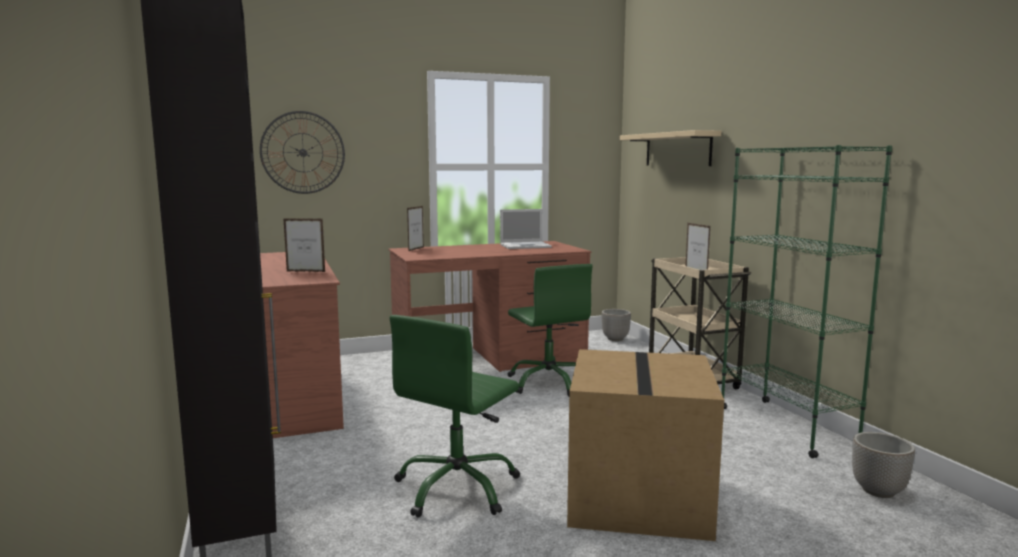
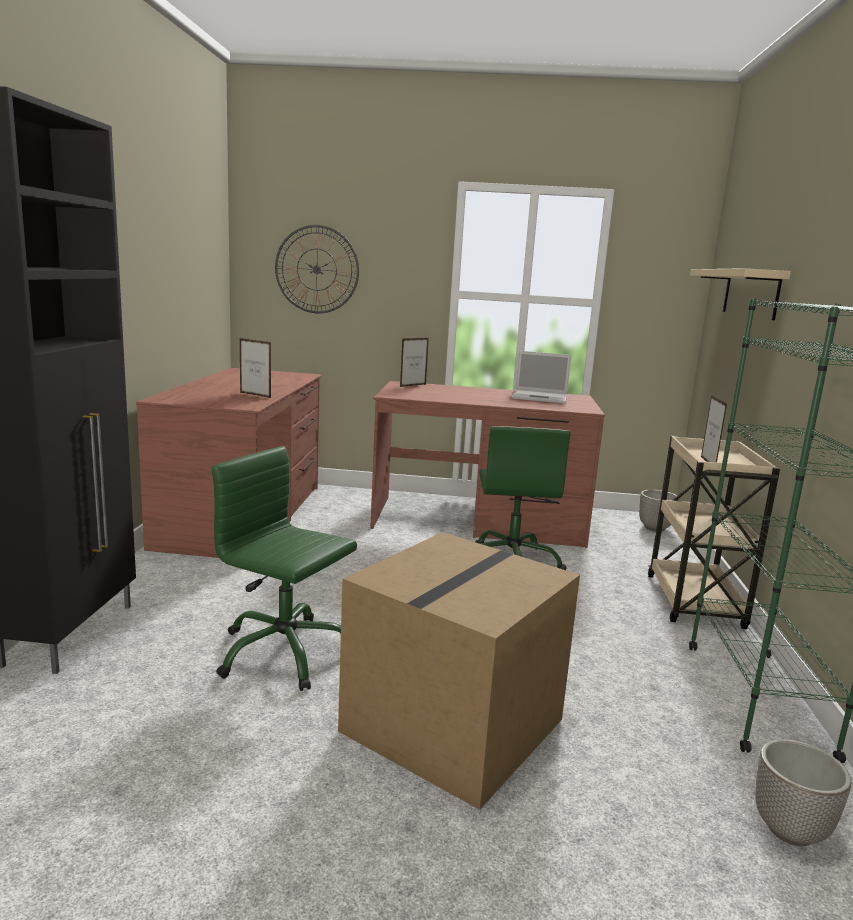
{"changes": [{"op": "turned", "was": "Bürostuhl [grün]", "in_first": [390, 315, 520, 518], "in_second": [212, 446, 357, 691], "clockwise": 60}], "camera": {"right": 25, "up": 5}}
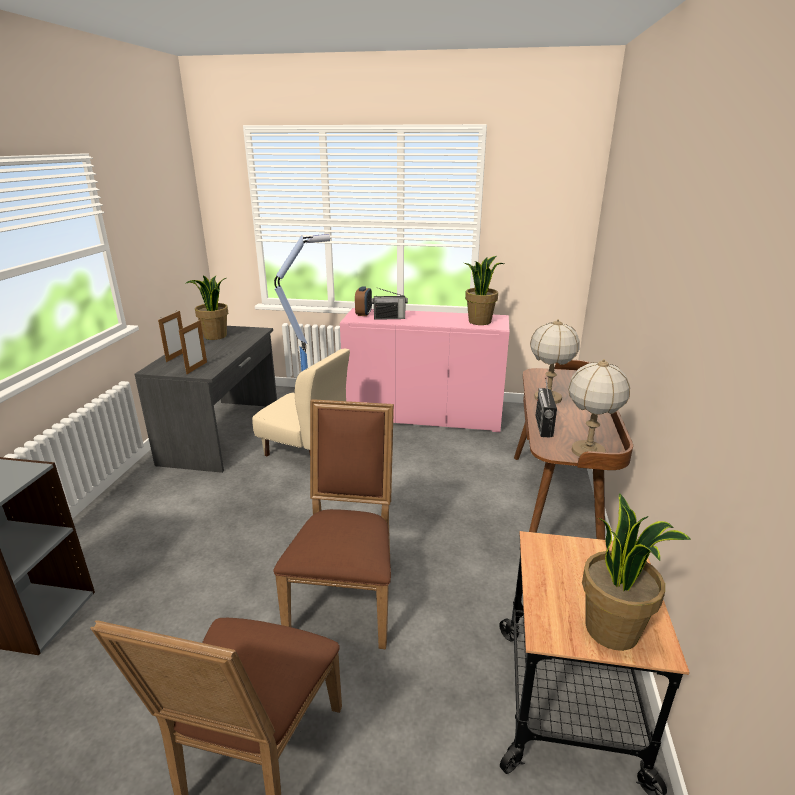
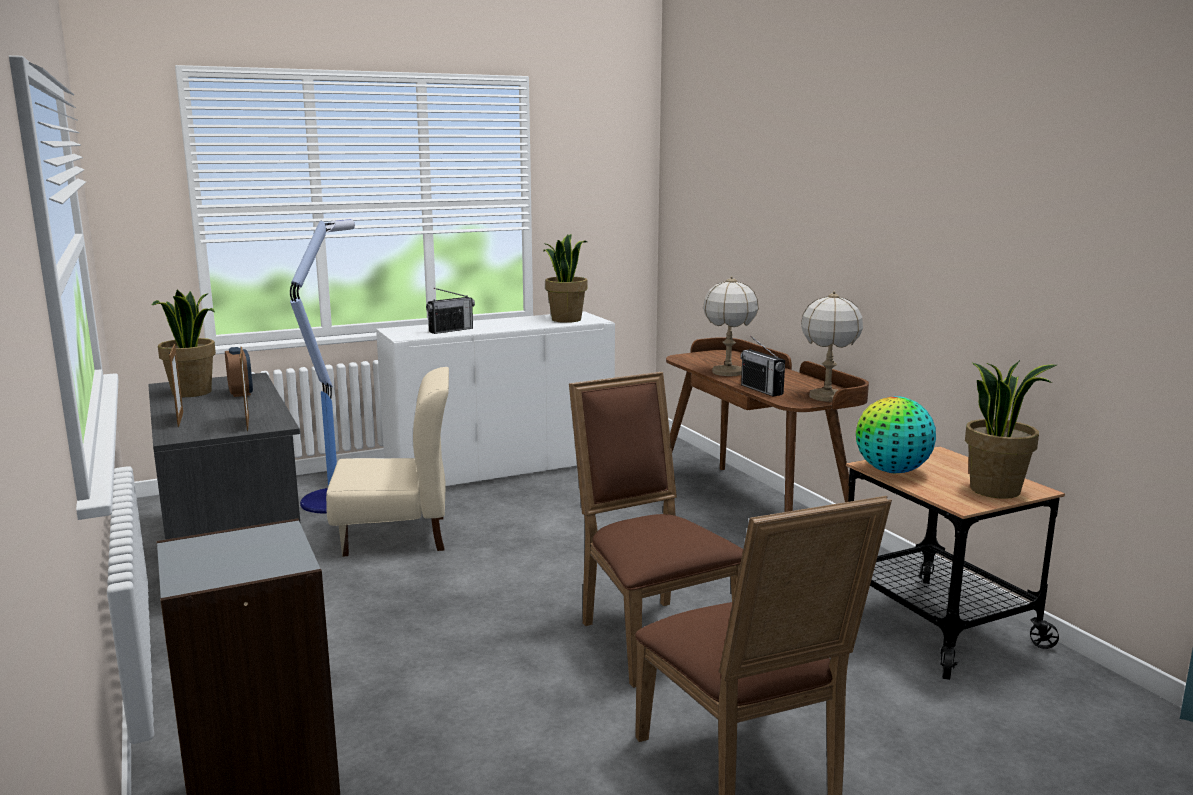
{"changes": [{"op": "moved", "was": "Wecker", "in_first": [355, 286, 372, 316], "in_second": [225, 347, 253, 397]}, {"op": "recoloured", "was": "Schrank [rosa]", "now": "Schrank [weiß]", "in_first": [340, 308, 510, 432], "in_second": [376, 311, 615, 486]}, {"op": "added", "now": "Globus", "in_second": [856, 396, 936, 473]}], "camera": {"right": -35, "up": -10}}
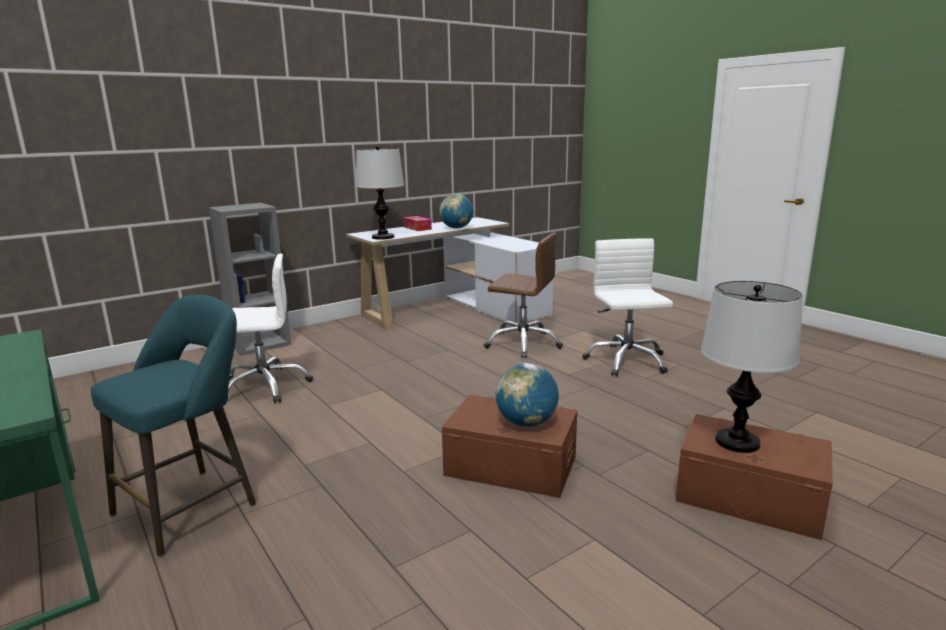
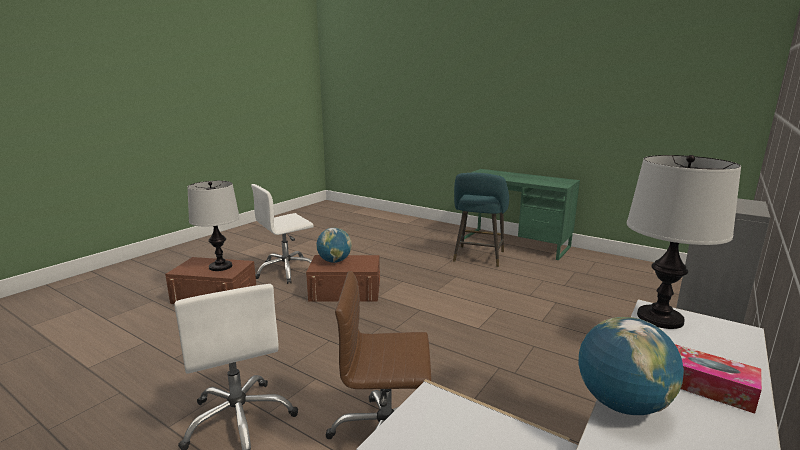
{"changes": [{"op": "moved", "was": "Bürostuhl [weiß]", "in_first": [228, 253, 313, 403], "in_second": [251, 184, 314, 284]}], "camera": {"right": 160, "up": 0}}
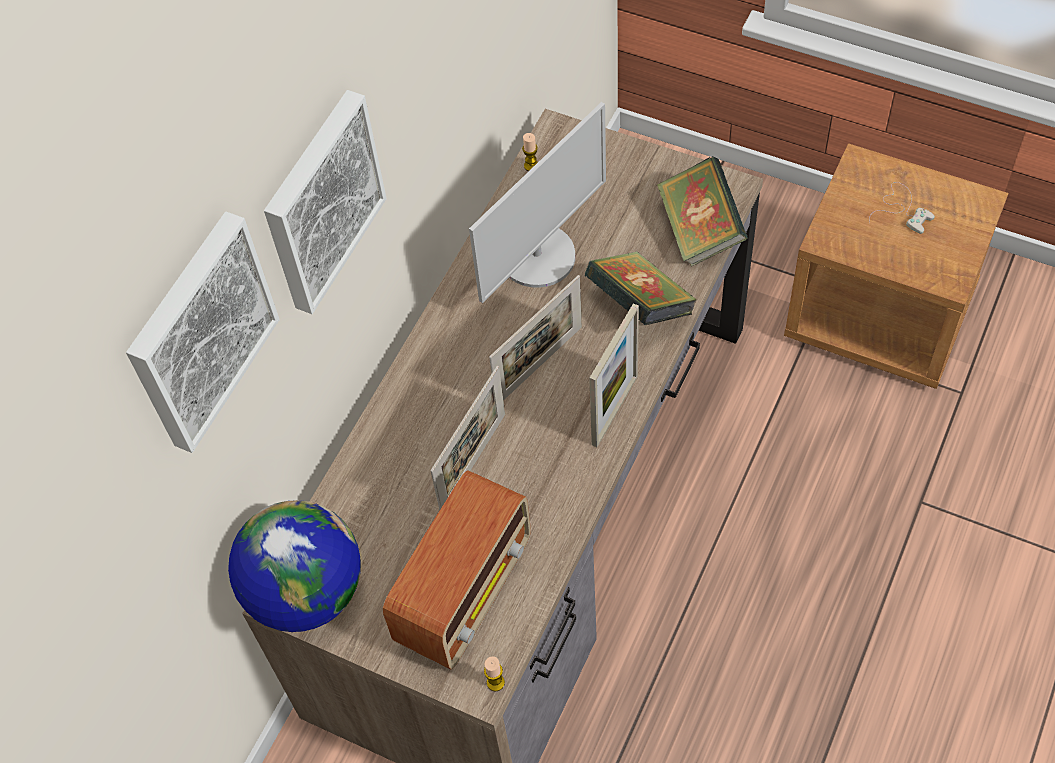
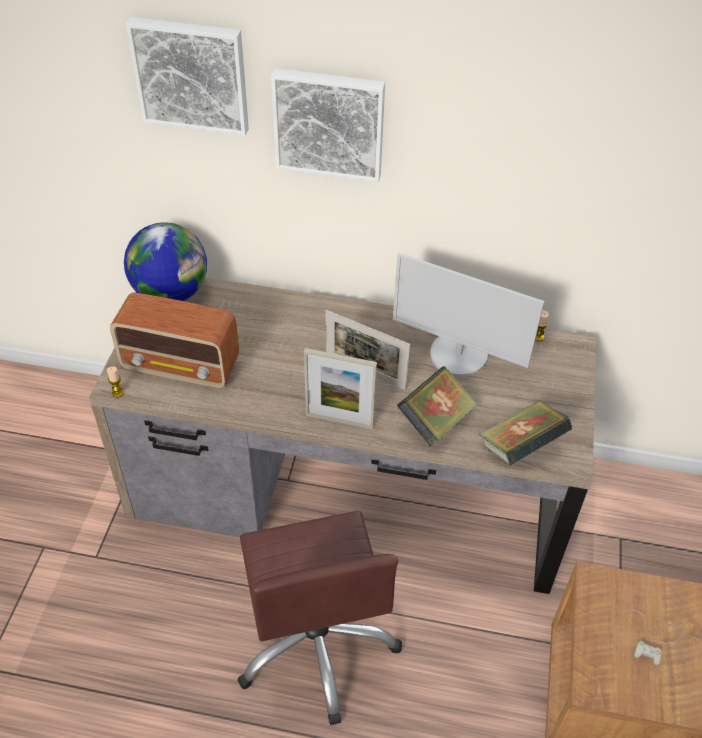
{"changes": [{"op": "removed", "was": "Bilderrahmen", "in_first": [430, 365, 505, 510]}, {"op": "added", "now": "Bürostuhl [braun]", "in_second": [237, 511, 402, 725]}], "camera": {"right": 70, "up": -10}}
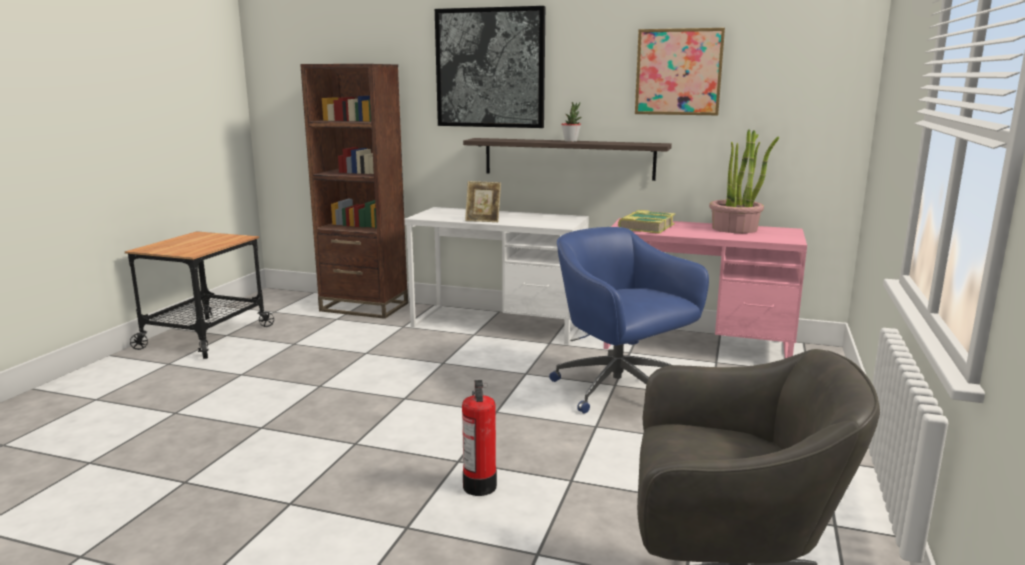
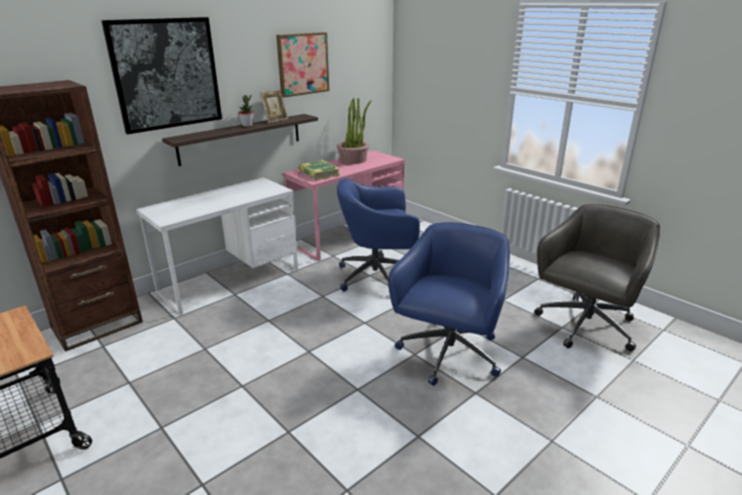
{"changes": [{"op": "moved", "was": "Bilderrahmen", "in_first": [465, 181, 501, 222], "in_second": [260, 90, 288, 123]}, {"op": "replaced", "was": "Feuerlöscher", "now": "Bürostuhl [blau]", "in_first": [462, 380, 497, 496], "in_second": [388, 222, 510, 386]}], "camera": {"right": -60, "up": 10}}
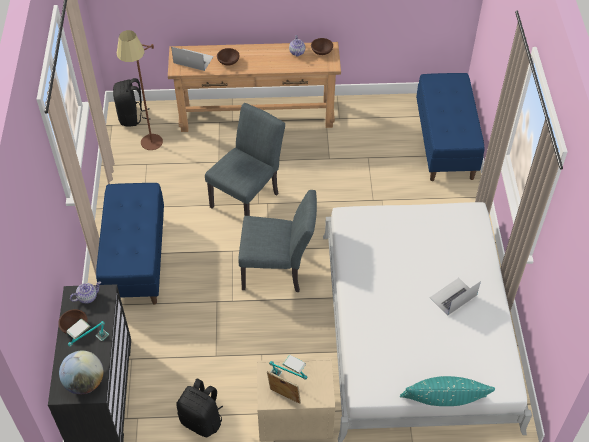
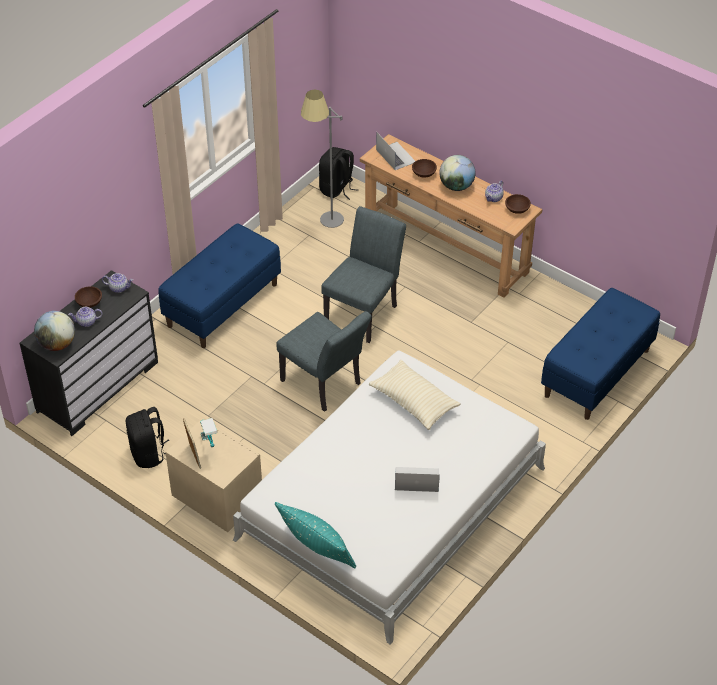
{"changes": [{"op": "recoloured", "was": "Stehlampe [braun]", "now": "Stehlampe [grau]", "in_first": [117, 30, 163, 150], "in_second": [301, 90, 344, 228]}, {"op": "turned", "was": "Stuhl [grau]", "in_first": [205, 103, 285, 216], "in_second": [321, 206, 406, 343], "clockwise": -45}, {"op": "replaced", "was": "Tischlampe", "now": "Teekanne", "in_first": [67, 319, 109, 347], "in_second": [68, 307, 102, 327]}, {"op": "added", "now": "Globus", "in_second": [439, 155, 476, 191]}, {"op": "added", "now": "Kissen [beige]", "in_second": [369, 360, 461, 430]}], "camera": {"right": 40, "up": -5}}
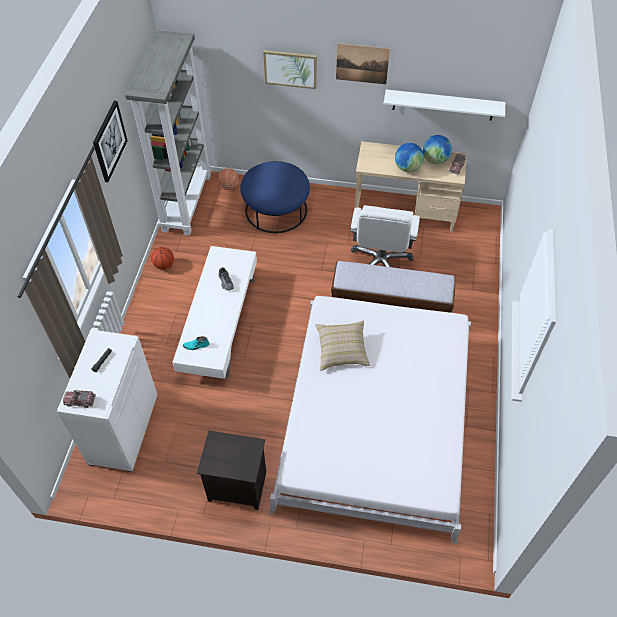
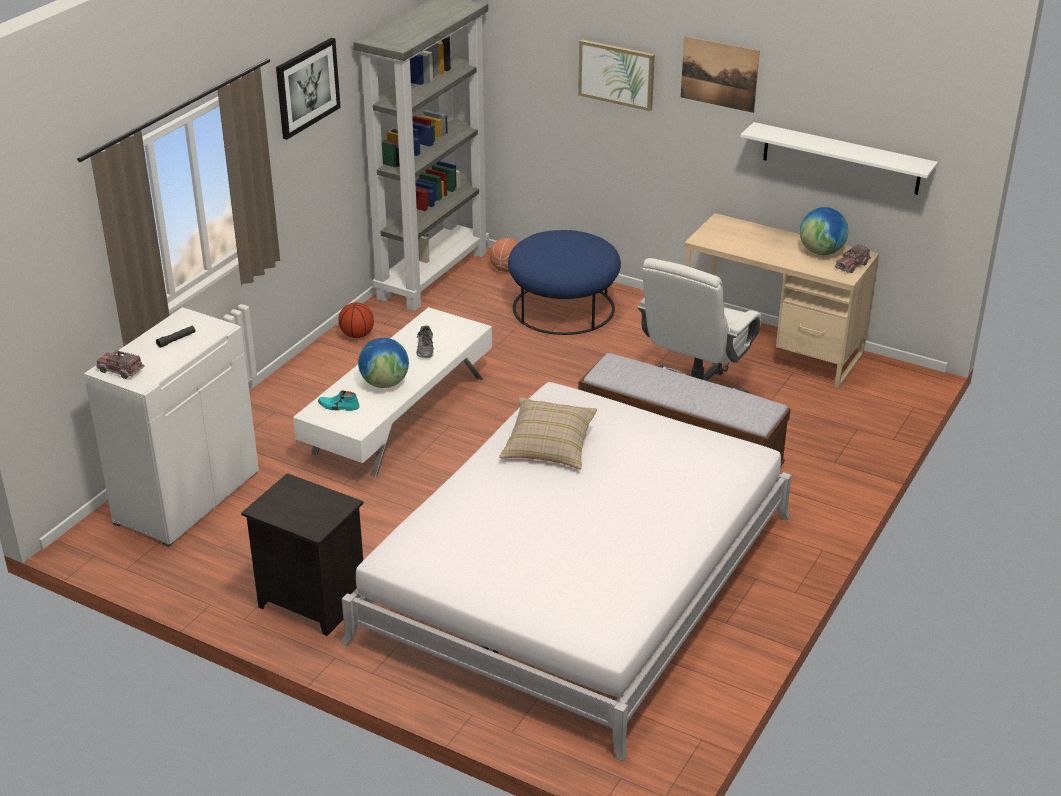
{"changes": [{"op": "moved", "was": "Globus", "in_first": [395, 143, 424, 172], "in_second": [358, 338, 409, 388]}], "camera": {"right": 20, "up": -20}}
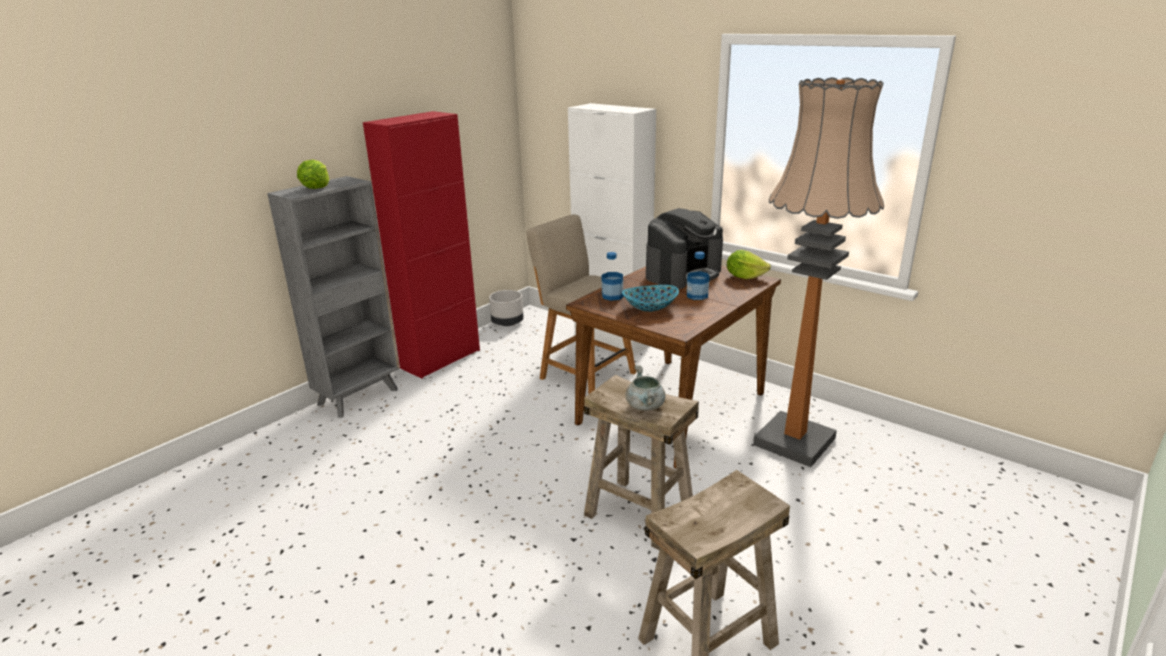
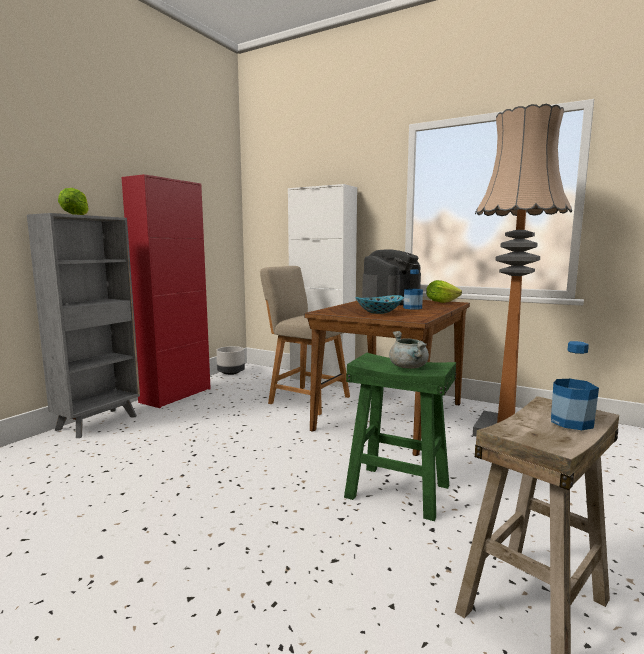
{"changes": [{"op": "moved", "was": "Flasche", "in_first": [601, 252, 624, 301], "in_second": [551, 341, 599, 430]}, {"op": "recoloured", "was": "Hocker [beige]", "now": "Hocker [grün]", "in_first": [584, 375, 699, 550], "in_second": [344, 353, 456, 521]}], "camera": {"right": -10, "up": -15}}
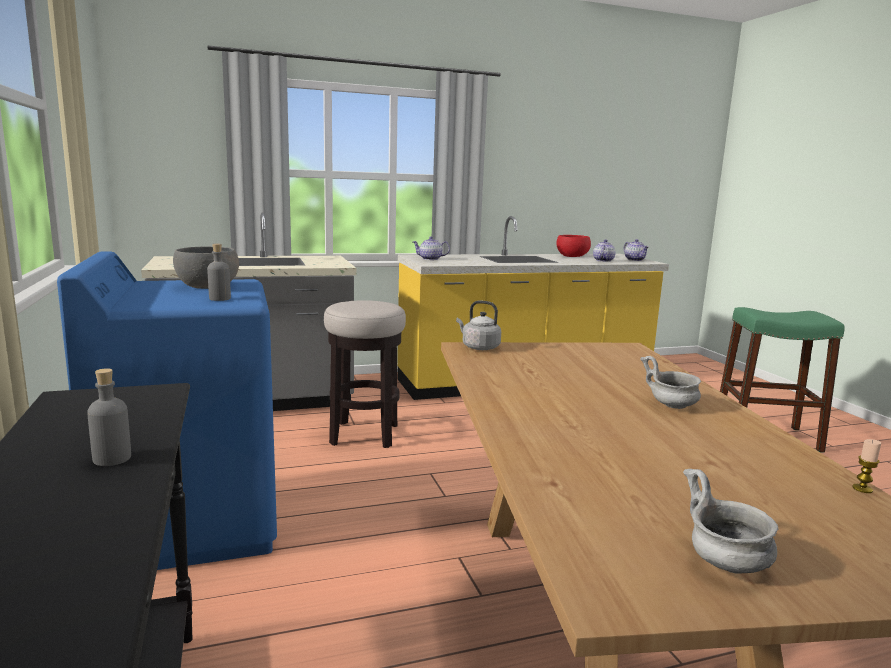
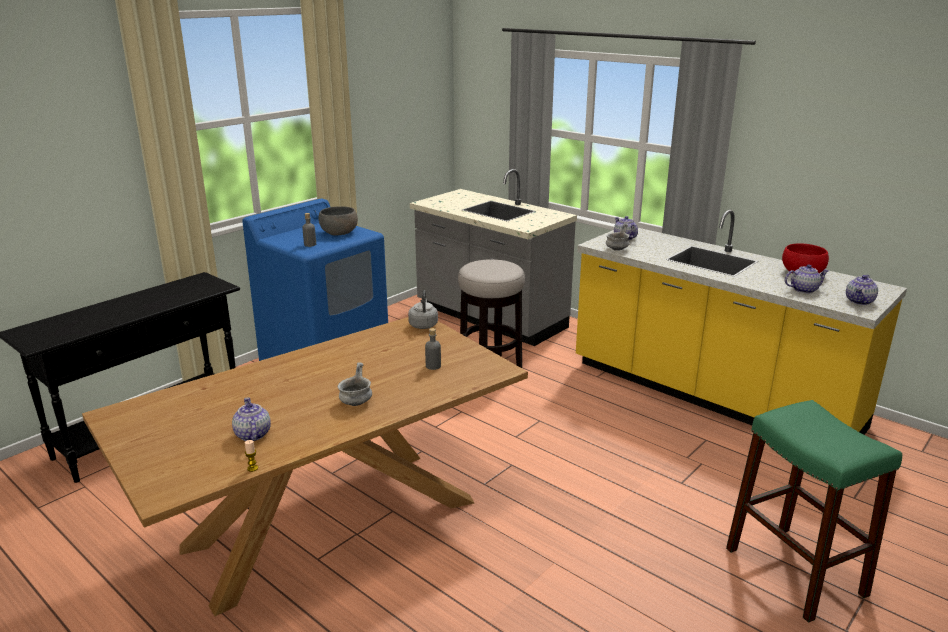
{"changes": [{"op": "moved", "was": "Flasche [grau]", "in_first": [87, 368, 131, 466], "in_second": [425, 328, 441, 370]}, {"op": "moved", "was": "Schüssel [grau]", "in_first": [683, 469, 778, 573], "in_second": [606, 223, 630, 251]}, {"op": "added", "now": "Teekanne", "in_second": [232, 398, 271, 441]}], "camera": {"right": 60, "up": 10}}
